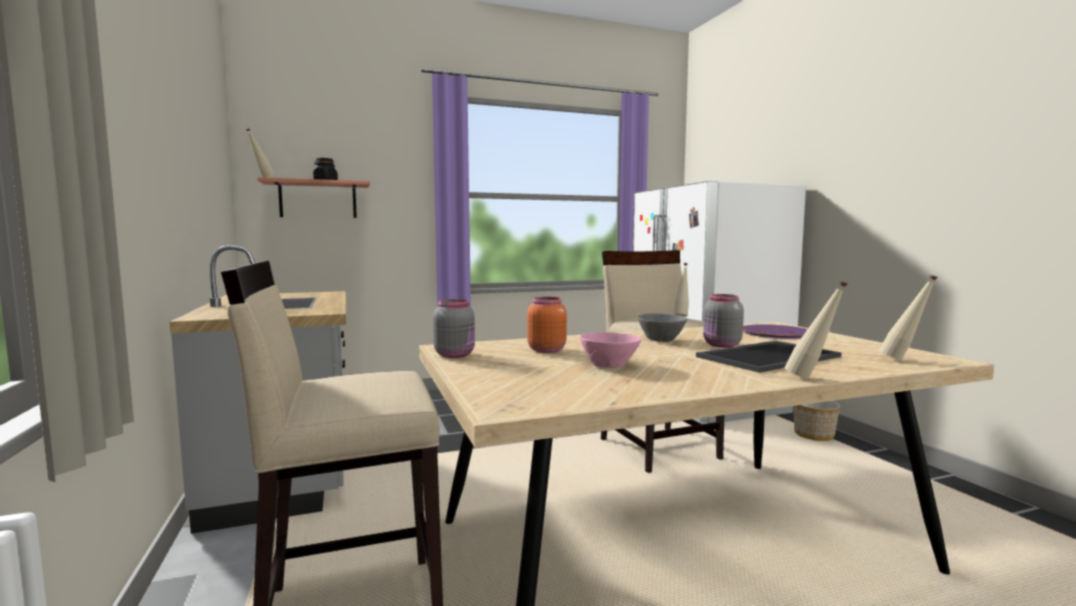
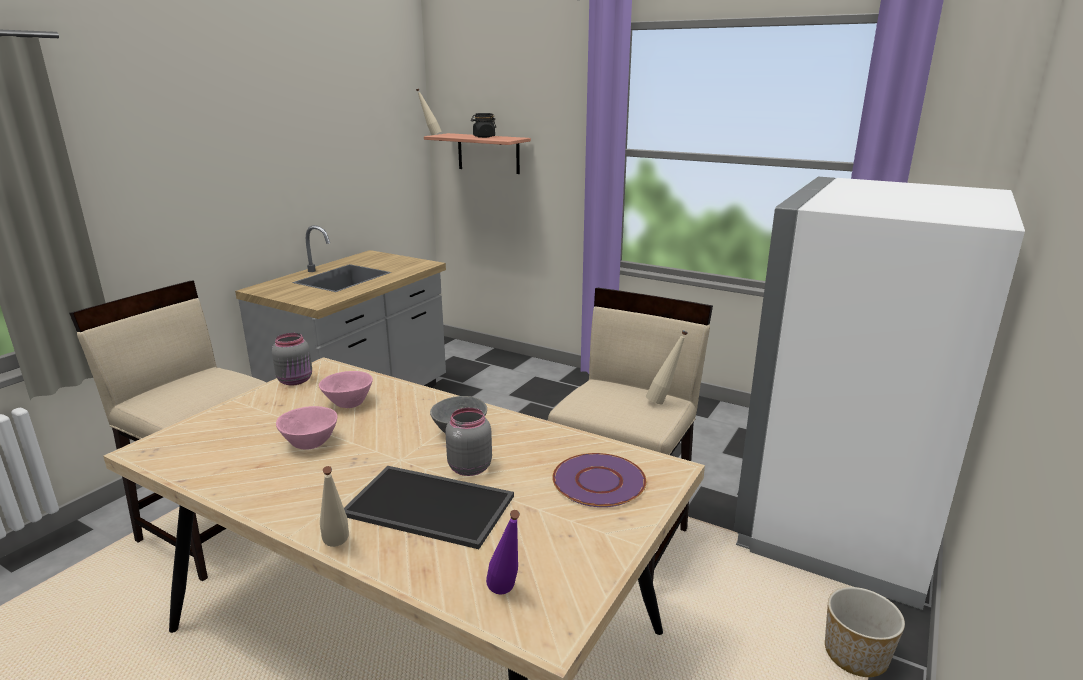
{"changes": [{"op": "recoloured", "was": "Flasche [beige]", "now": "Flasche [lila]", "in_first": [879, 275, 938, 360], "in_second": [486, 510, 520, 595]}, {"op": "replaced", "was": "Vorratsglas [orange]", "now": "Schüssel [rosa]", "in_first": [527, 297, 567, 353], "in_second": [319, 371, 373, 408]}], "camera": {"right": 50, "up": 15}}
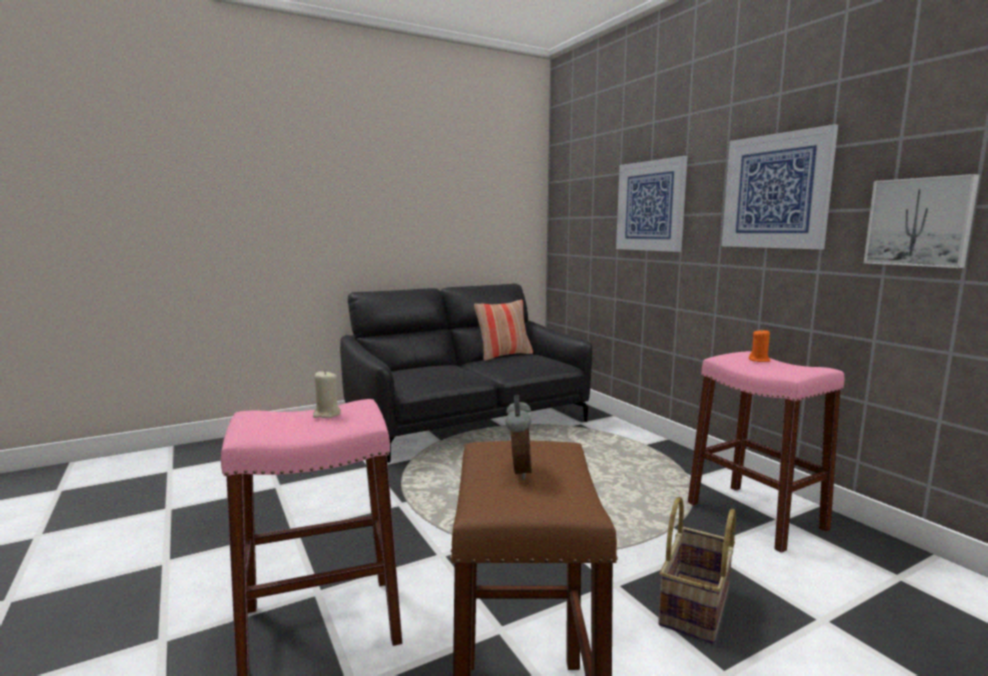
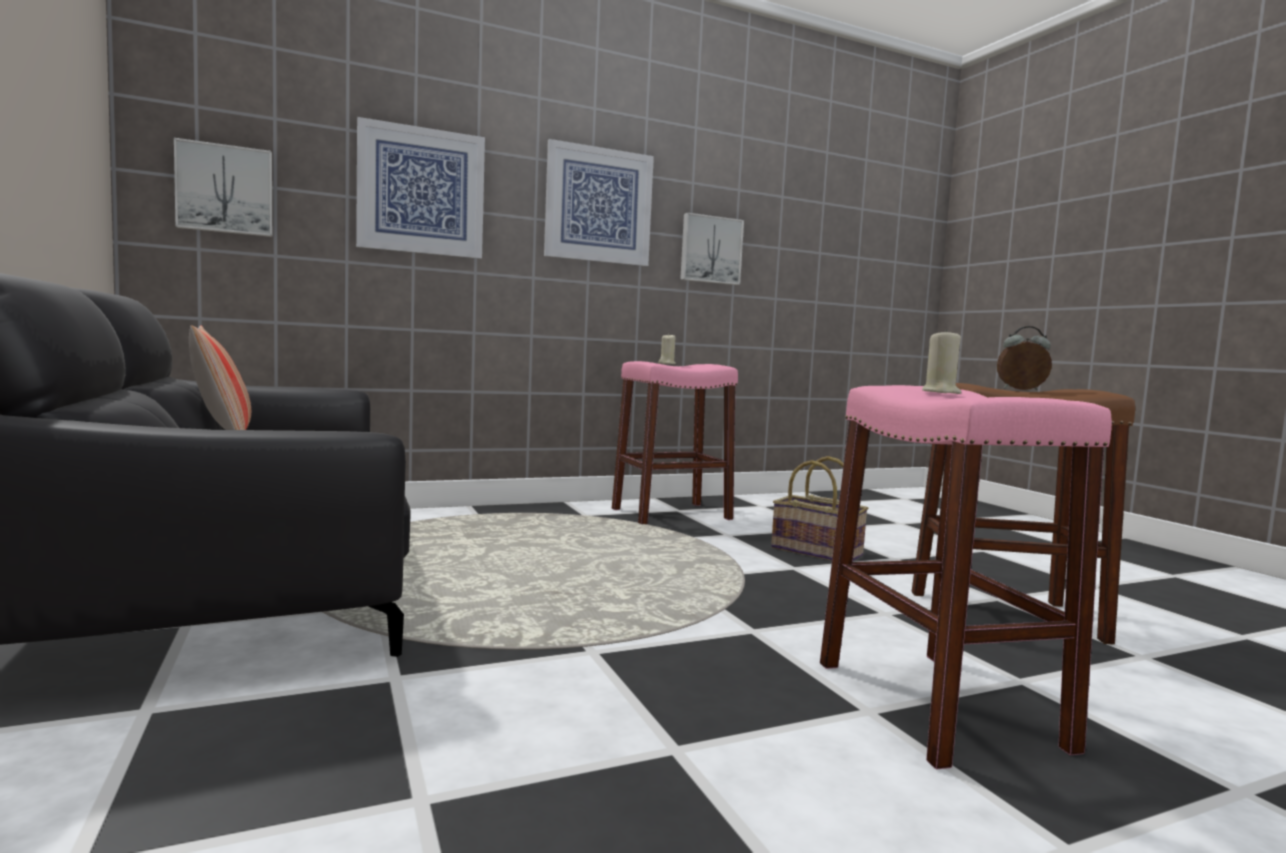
{"changes": [{"op": "recoloured", "was": "Kerze [orange]", "now": "Kerze [beige]", "in_first": [749, 330, 770, 362], "in_second": [658, 333, 676, 364]}, {"op": "added", "now": "Bild", "in_second": [174, 138, 272, 237]}], "camera": {"right": -85, "up": -5}}
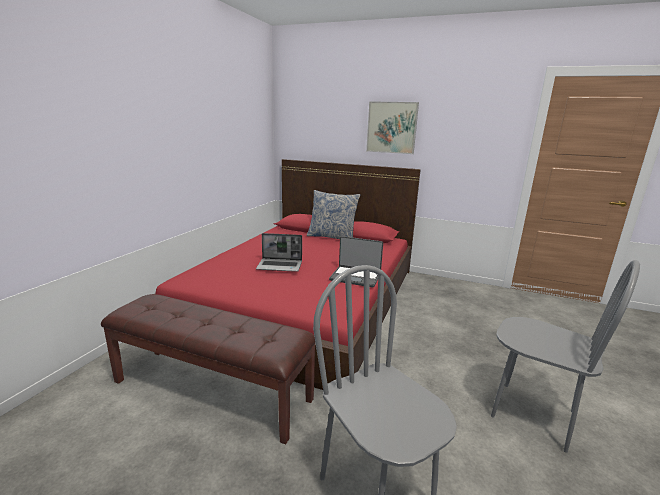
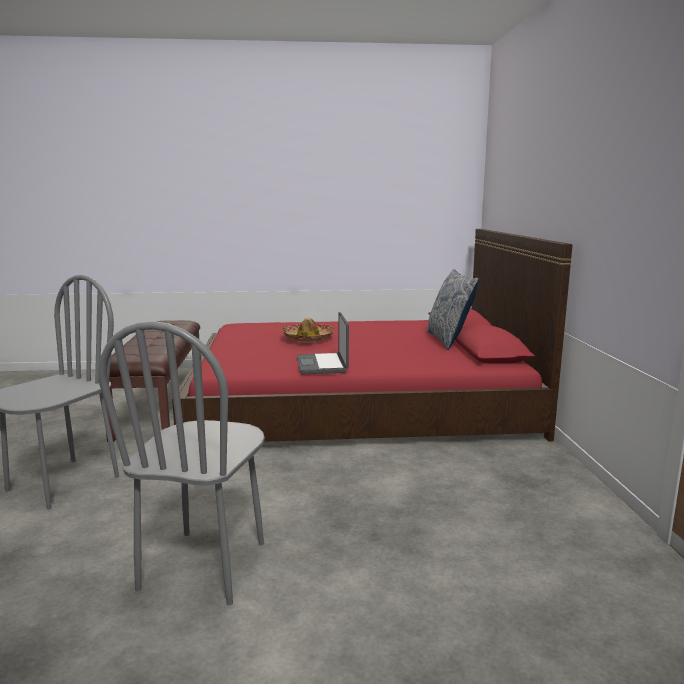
{"changes": [{"op": "removed", "was": "Bild", "in_first": [366, 101, 419, 154]}, {"op": "replaced", "was": "Laptop", "now": "Hut", "in_first": [256, 233, 302, 272], "in_second": [281, 318, 335, 342]}], "camera": {"right": 65, "up": -5}}
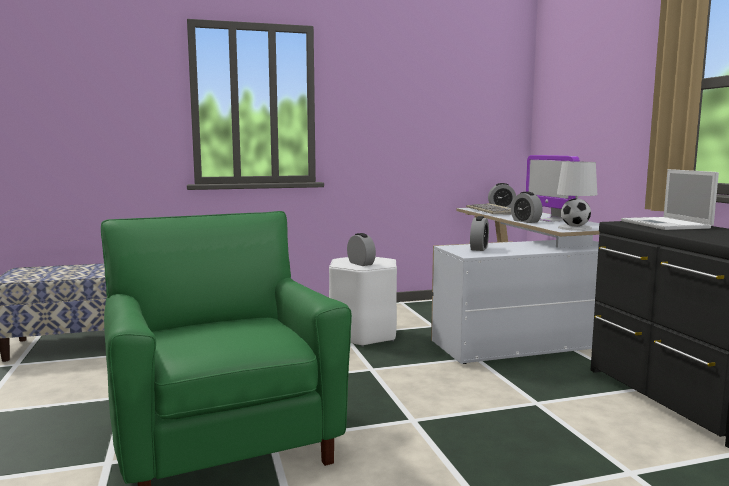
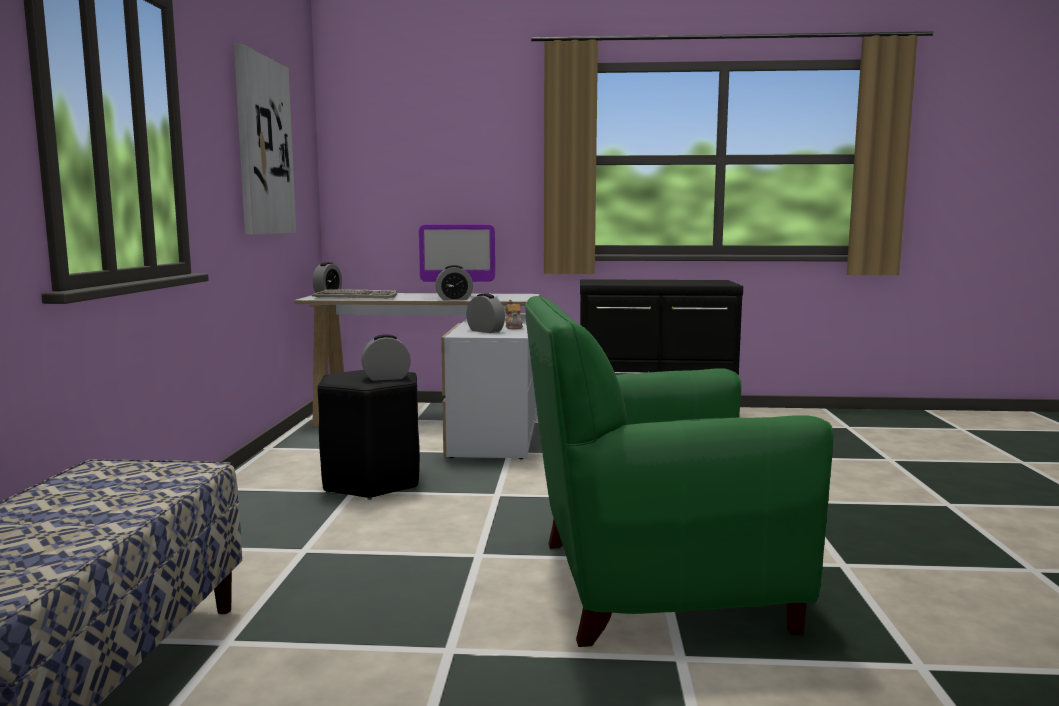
{"changes": [{"op": "removed", "was": "Tischlampe [weiß]", "in_first": [557, 162, 597, 231]}, {"op": "removed", "was": "Laptop", "in_first": [621, 169, 719, 230]}, {"op": "recoloured", "was": "Hocker [weiß]", "now": "Hocker [schwarz]", "in_first": [329, 257, 397, 347], "in_second": [317, 370, 420, 500]}, {"op": "added", "now": "Bild", "in_second": [234, 44, 296, 235]}, {"op": "added", "now": "Teekanne", "in_second": [505, 300, 523, 329]}], "camera": {"right": -70, "up": 0}}
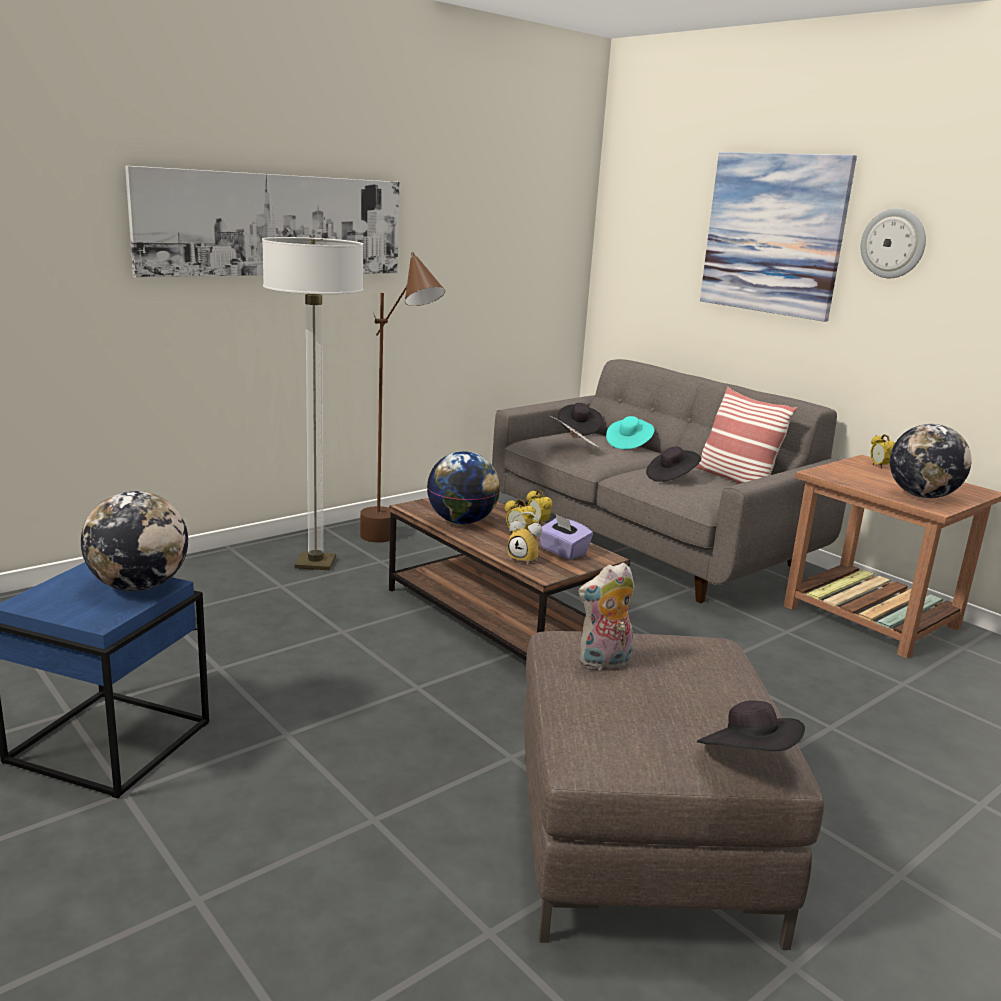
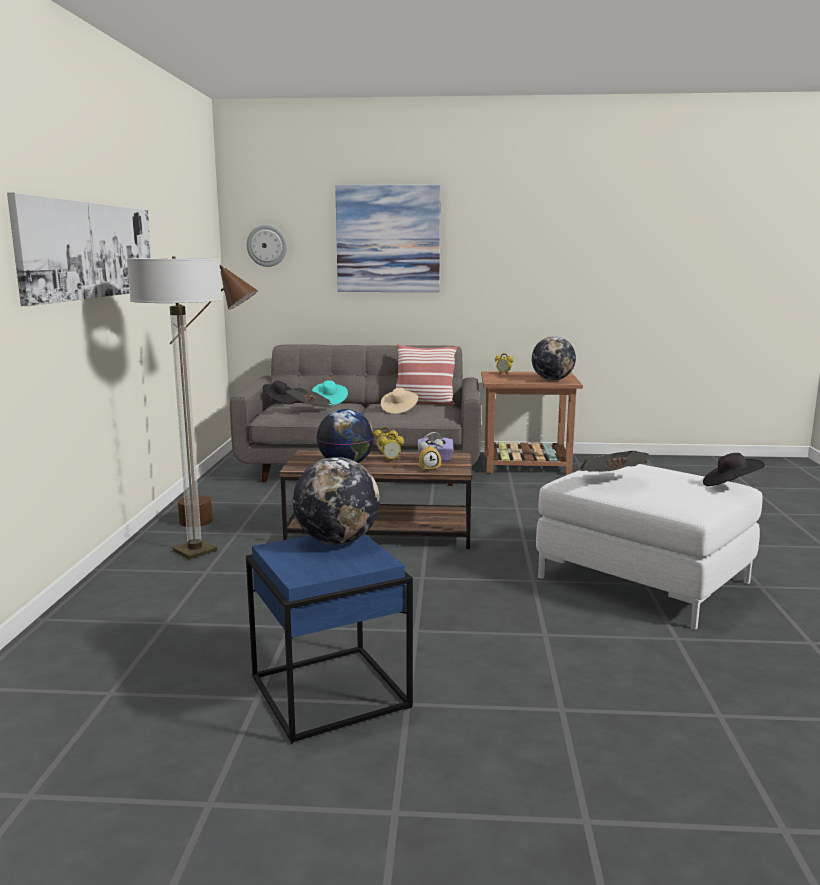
{"changes": [{"op": "moved", "was": "Wanduhr", "in_first": [860, 208, 926, 278], "in_second": [247, 225, 287, 267]}, {"op": "recoloured", "was": "Hut [schwarz]", "now": "Hut [beige]", "in_first": [646, 447, 701, 482], "in_second": [381, 388, 418, 414]}, {"op": "replaced", "was": "Plüschtier", "now": "Zeitung", "in_first": [578, 562, 635, 671], "in_second": [579, 451, 649, 472]}, {"op": "recoloured", "was": "Polsterhocker [braun]", "now": "Polsterhocker [weiß]", "in_first": [524, 631, 824, 950], "in_second": [536, 464, 763, 630]}], "camera": {"right": -45, "up": -5}}
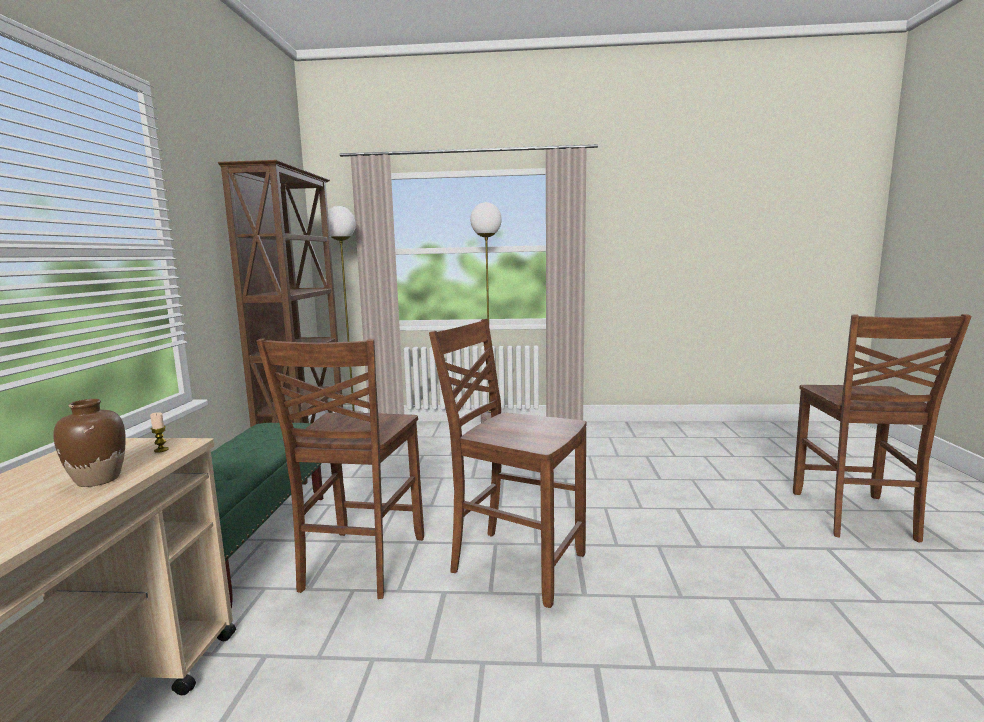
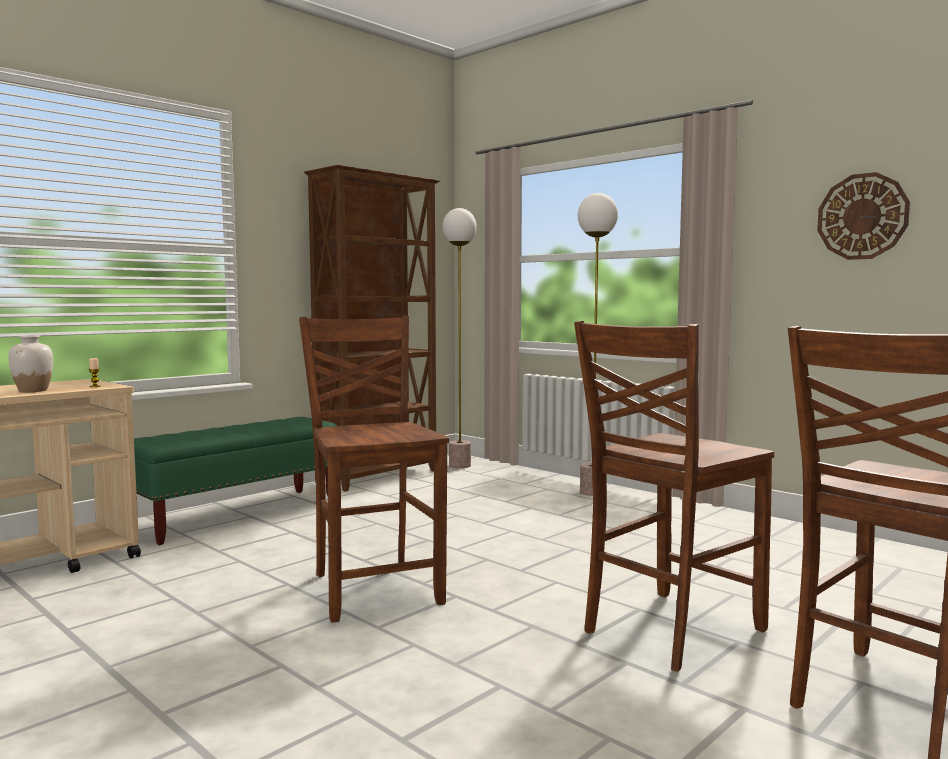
{"changes": [{"op": "moved", "was": "Stuhl [braun]", "in_first": [256, 339, 424, 599], "in_second": [574, 321, 774, 672]}, {"op": "recoloured", "was": "Vase [braun]", "now": "Vase [weiß]", "in_first": [53, 399, 126, 487], "in_second": [8, 335, 53, 392]}, {"op": "added", "now": "Wanduhr", "in_second": [817, 172, 910, 260]}], "camera": {"right": 40, "up": -5}}
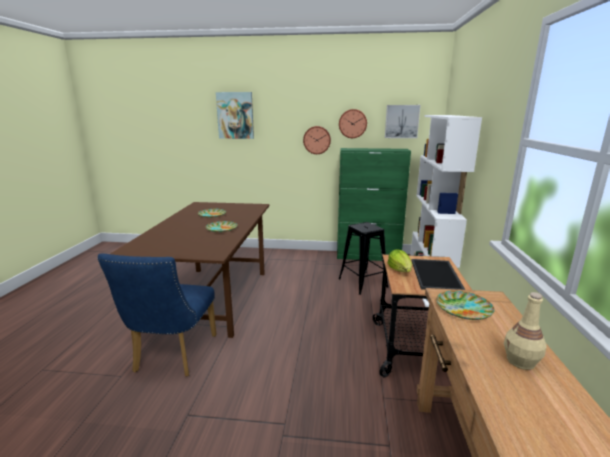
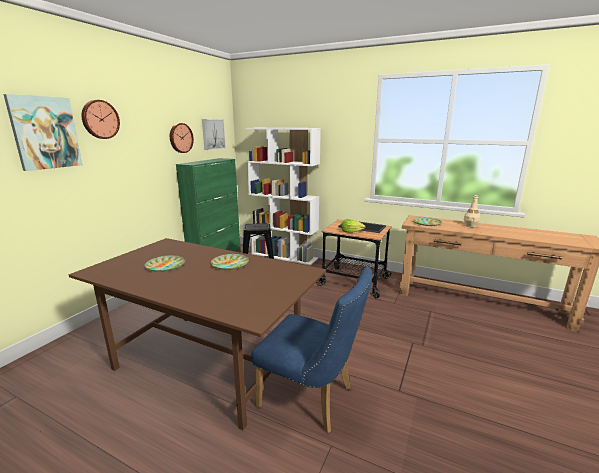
{"changes": [{"op": "moved", "was": "Wanduhr", "in_first": [303, 126, 331, 154], "in_second": [81, 100, 120, 139]}], "camera": {"right": -70, "up": 0}}
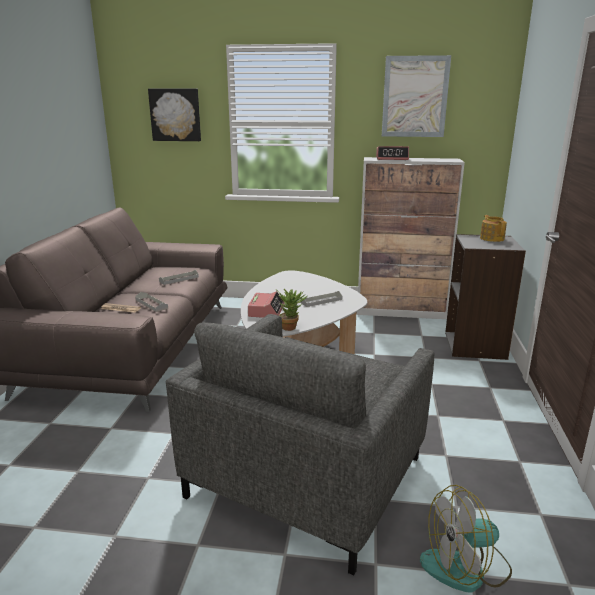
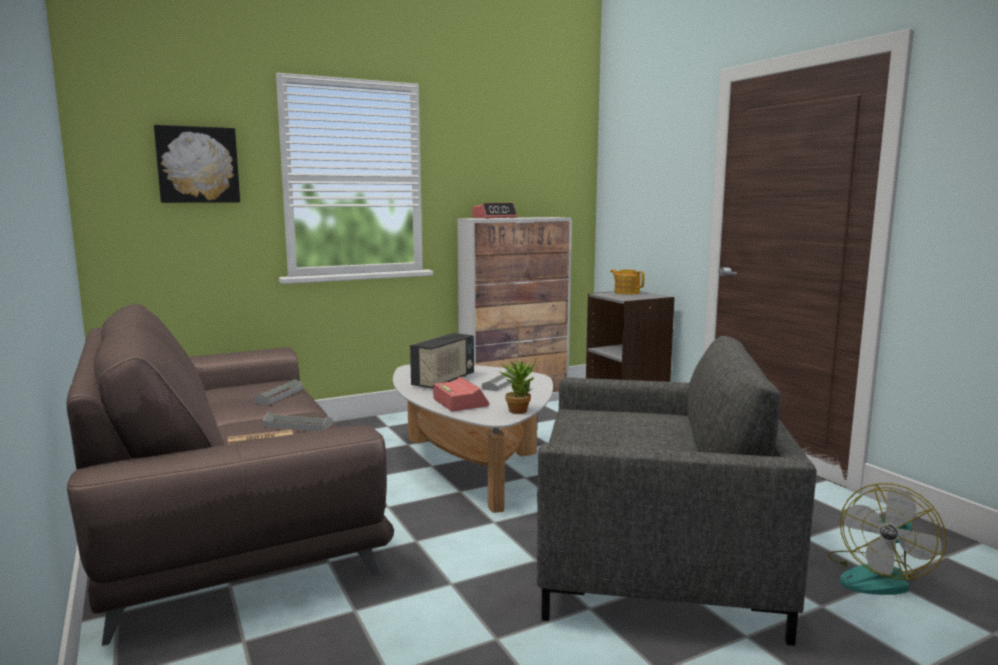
{"changes": [{"op": "removed", "was": "Bild", "in_first": [382, 55, 451, 137]}, {"op": "turned", "was": "Sessel [grau]", "in_first": [165, 314, 435, 576], "in_second": [537, 336, 817, 646], "clockwise": -75}, {"op": "added", "now": "Radio", "in_second": [410, 333, 474, 389]}], "camera": {"right": -35, "up": -10}}
